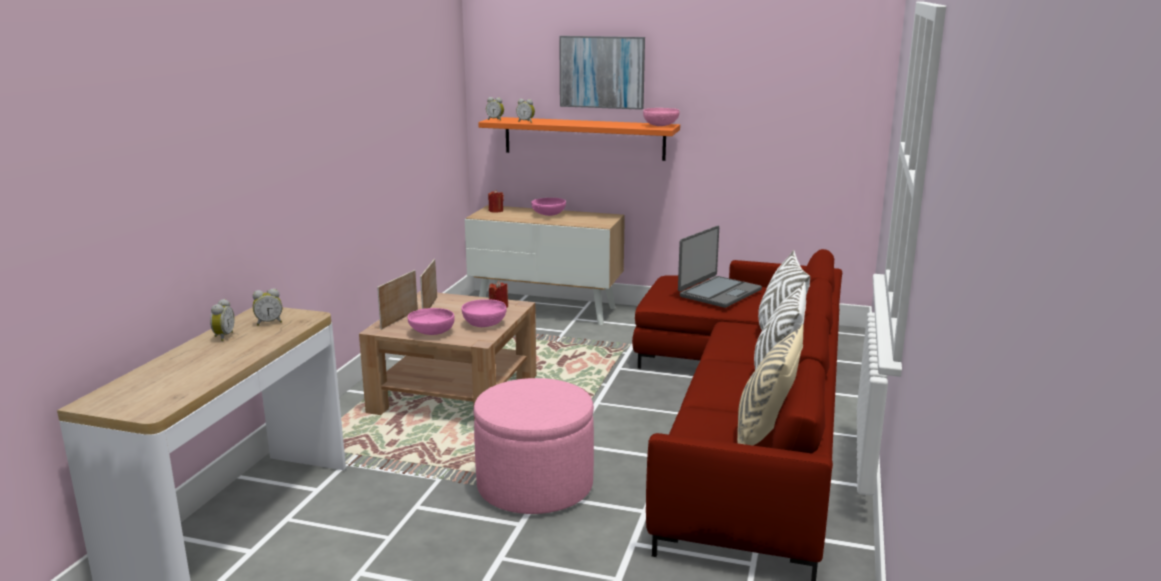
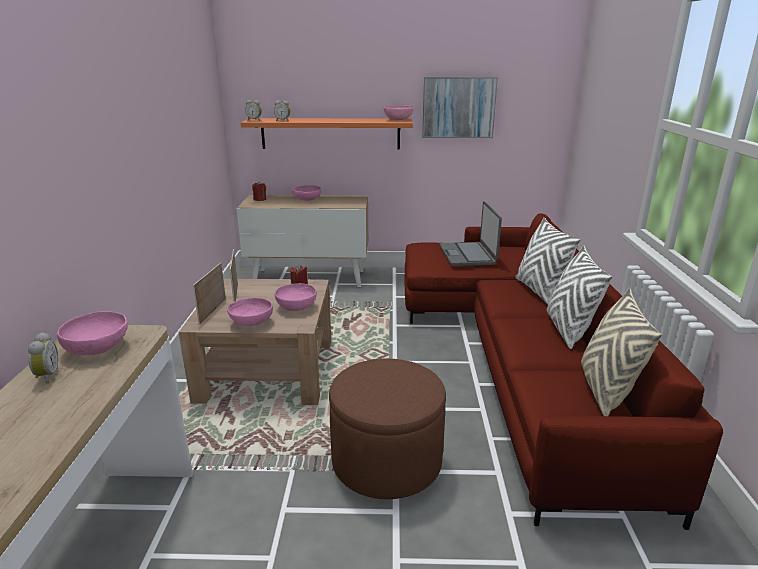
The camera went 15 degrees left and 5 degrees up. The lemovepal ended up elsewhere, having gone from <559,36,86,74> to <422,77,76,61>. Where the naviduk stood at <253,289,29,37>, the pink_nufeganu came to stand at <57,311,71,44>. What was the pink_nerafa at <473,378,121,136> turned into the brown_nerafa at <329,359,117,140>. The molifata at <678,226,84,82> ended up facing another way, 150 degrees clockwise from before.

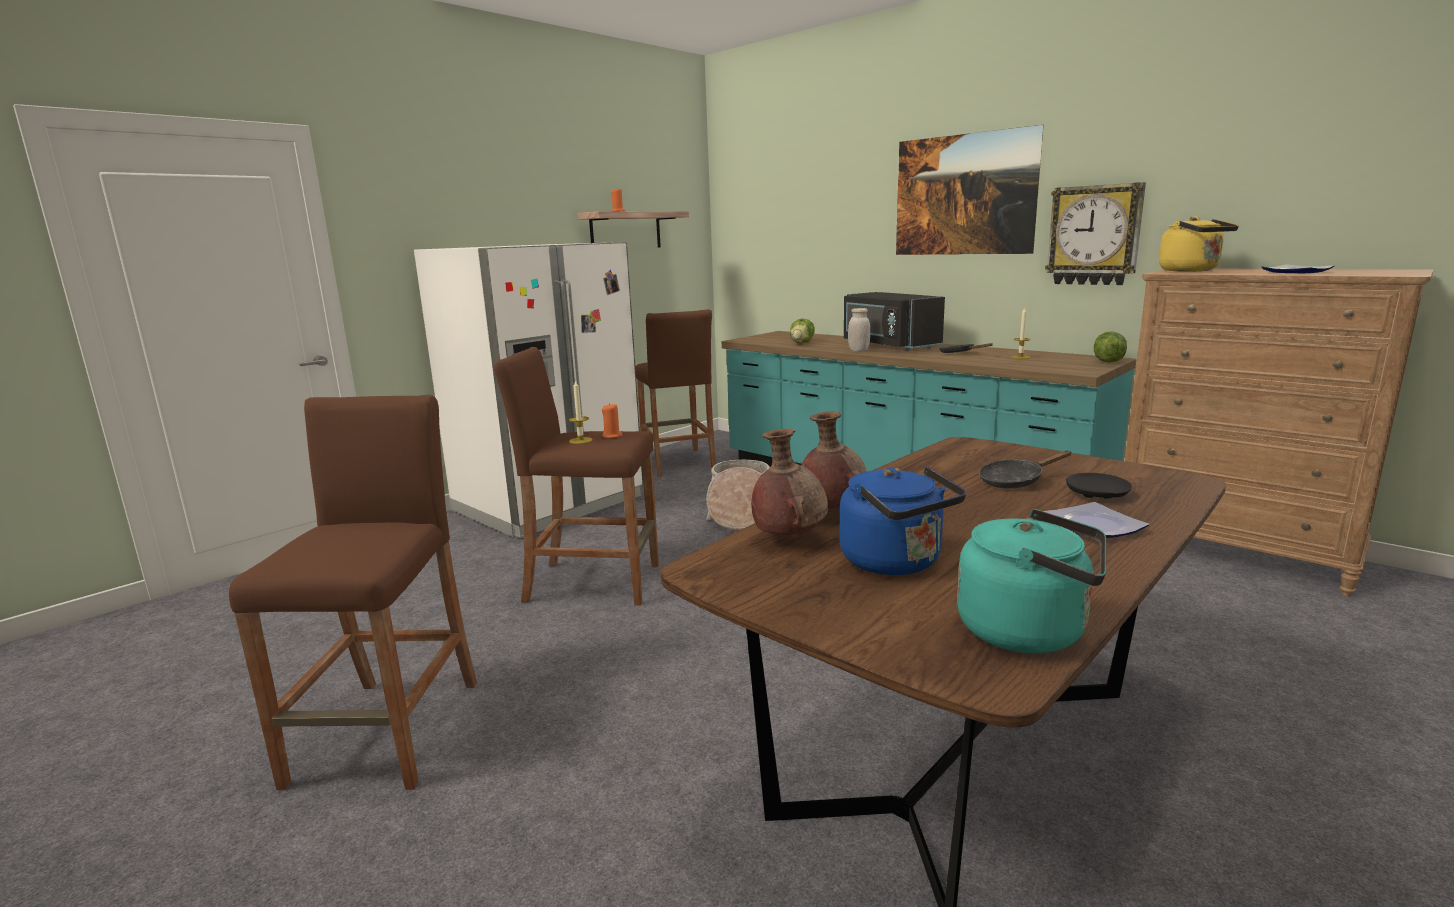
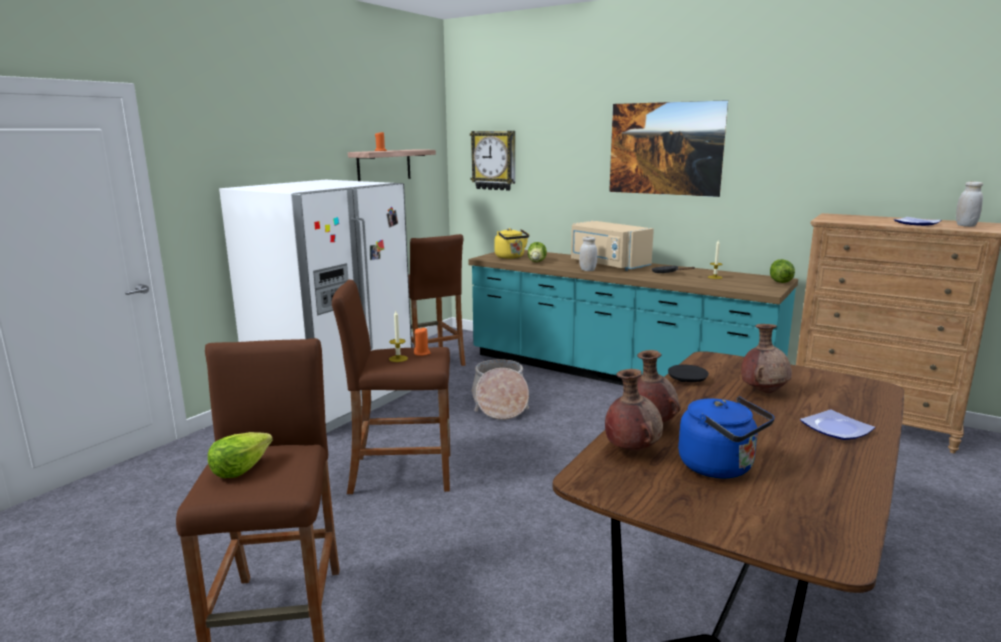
The camera went 10 degrees left and 0 degrees up. The second view lost the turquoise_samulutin at <957,509,149,145>. The second view gained the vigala at <208,432,65,46>. The second view gained the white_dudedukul at <956,181,27,46>. The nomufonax ended up elsewhere, having gone from <1045,182,101,103> to <470,131,45,60>. The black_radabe ended up elsewhere, having gone from <1066,473,66,26> to <668,365,41,17>. The yellow_samulutin ended up elsewhere, having gone from <1159,216,80,56> to <494,228,35,31>. Where the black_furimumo stood at <979,450,93,39>, the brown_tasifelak came to stand at <741,324,51,69>. What was the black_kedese at <844,292,101,59> turned into the beige_kedese at <571,221,83,50>.

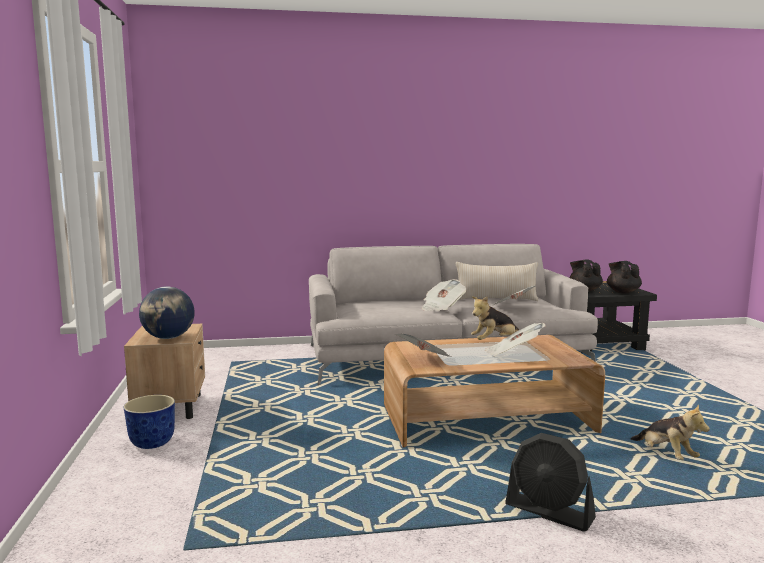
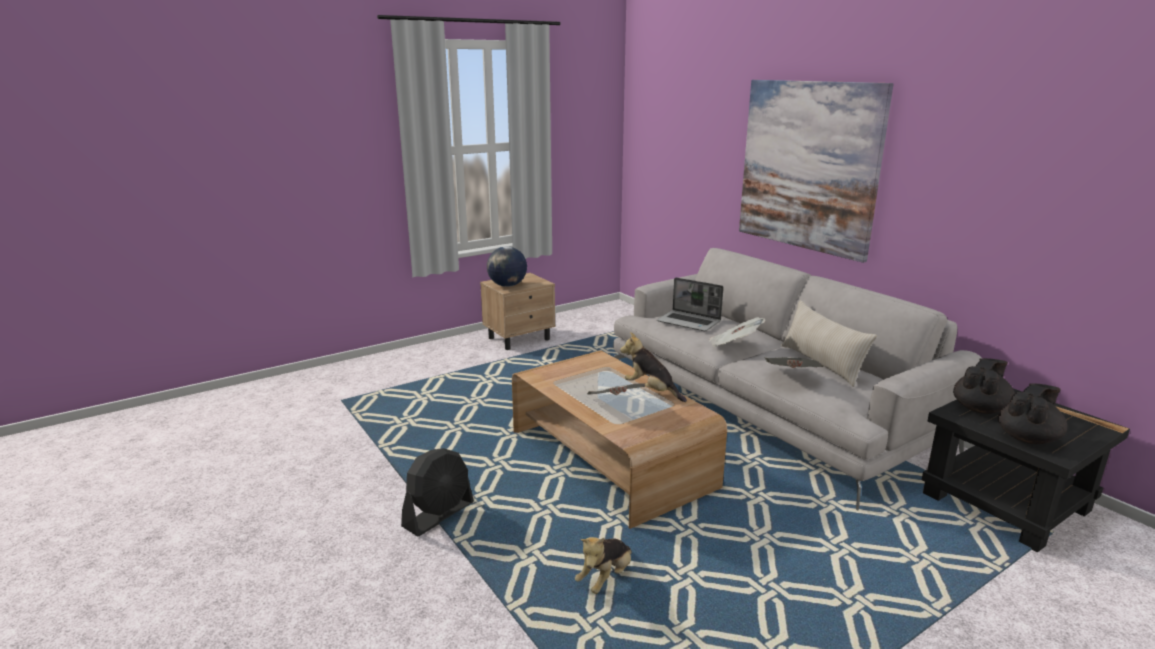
The camera went 65 degrees right and 10 degrees up. The second view lost the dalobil at <124,395,51,54>. The second view lost the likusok at <394,334,55,22>. The second view gained the molifata at <657,277,67,54>. The second view gained the lemovepal at <739,80,155,183>. The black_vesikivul at <505,433,91,98> ended up facing another way, 150 degrees counterclockwise from before.

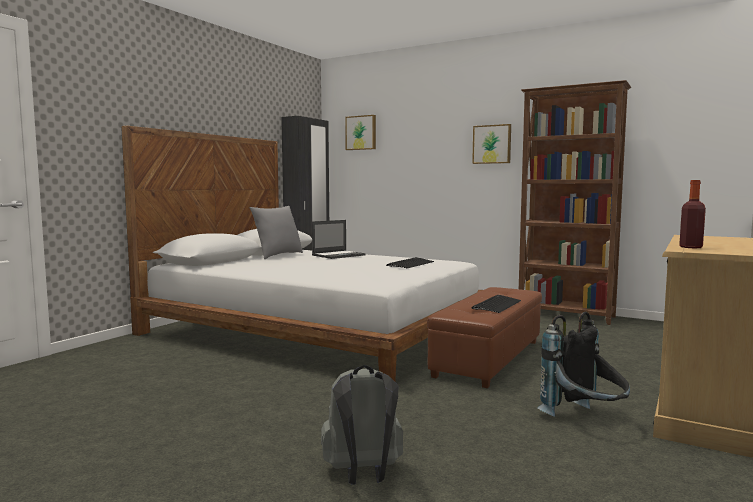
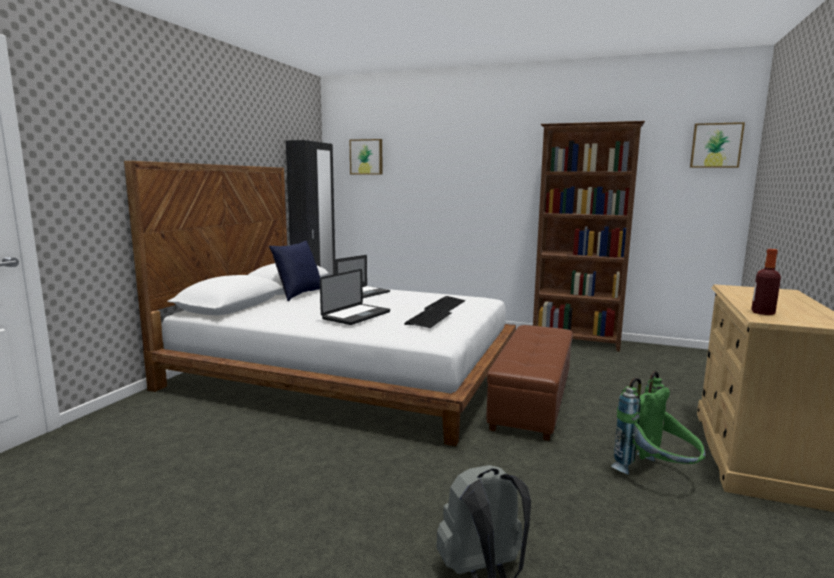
The camera went 10 degrees left and 5 degrees up. The second view gained the molifata at <320,269,70,56>. The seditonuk ended up elsewhere, having gone from <471,295,50,18> to <404,308,47,20>. The lemovepal ended up elsewhere, having gone from <472,124,39,40> to <690,122,55,46>. What was the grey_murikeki at <249,206,54,53> turned into the blue_murikeki at <269,241,51,60>. What was the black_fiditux at <537,311,93,106> turned into the green_fiditux at <611,371,95,104>.

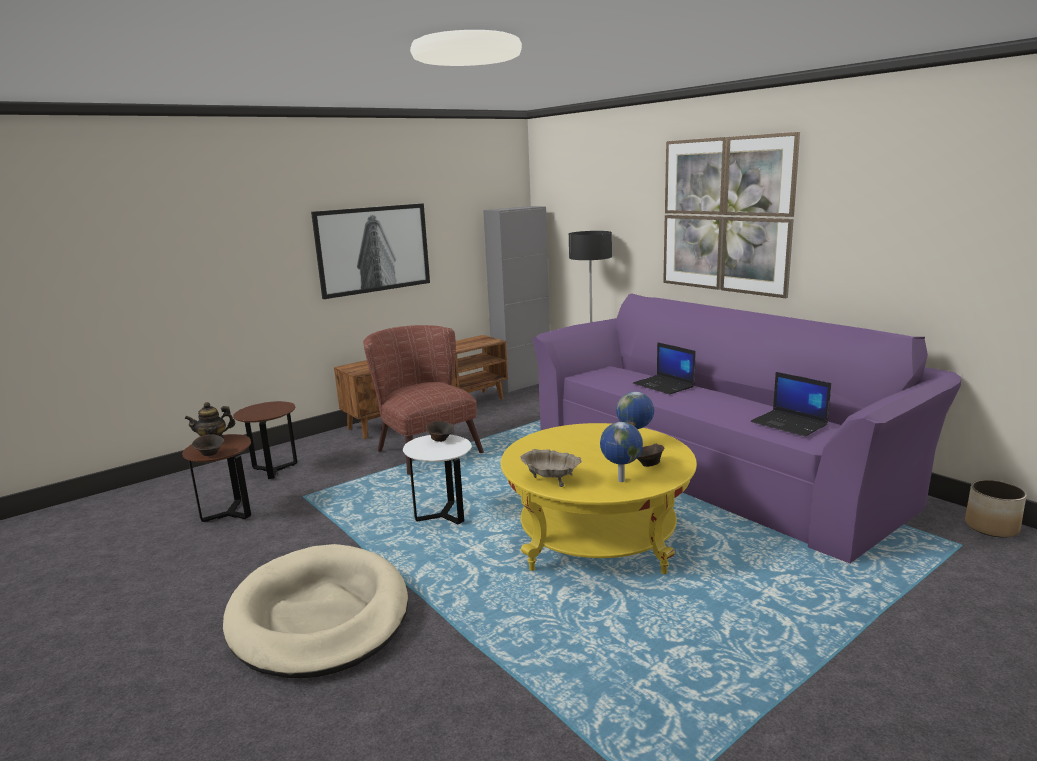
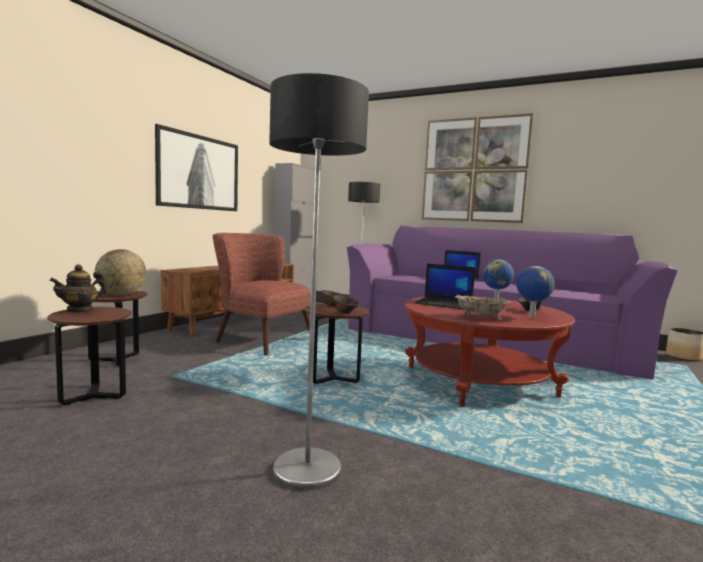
The camera went 25 degrees left and 10 degrees down. The second view gained the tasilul at <95,249,52,46>. The brown_nufeganu ended up elsewhere, having gone from <191,434,34,22> to <333,295,27,19>. The molifata ended up elsewhere, having gone from <751,372,80,65> to <414,264,61,46>. Where the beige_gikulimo stood at <223,544,185,134>, the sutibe came to stand at <269,73,100,417>. What was the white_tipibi at <403,435,69,89> turned into the brown_tipibi at <304,304,65,80>. What was the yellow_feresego at <501,423,196,151> turned into the red_feresego at <404,297,171,110>.

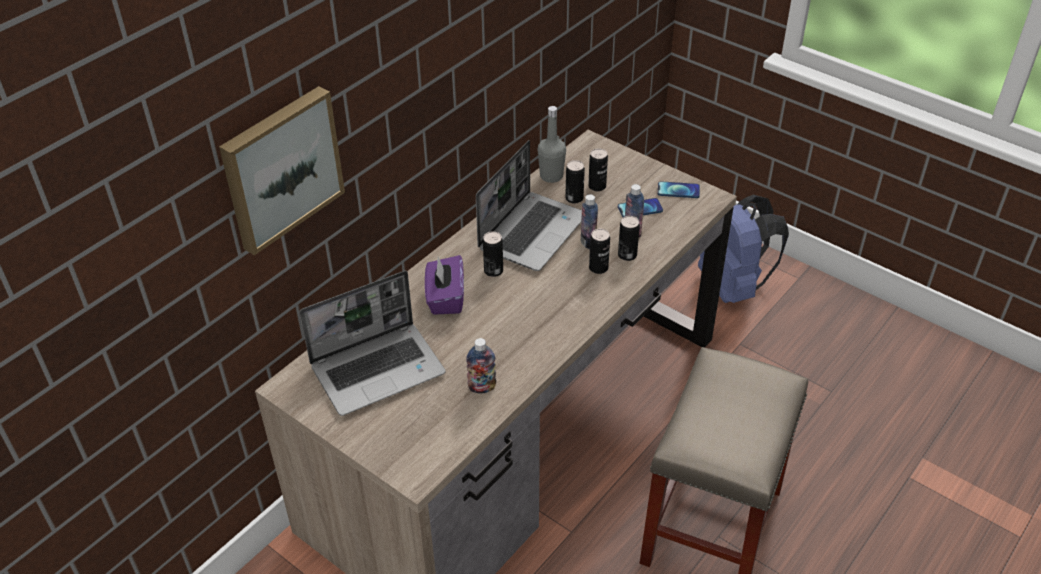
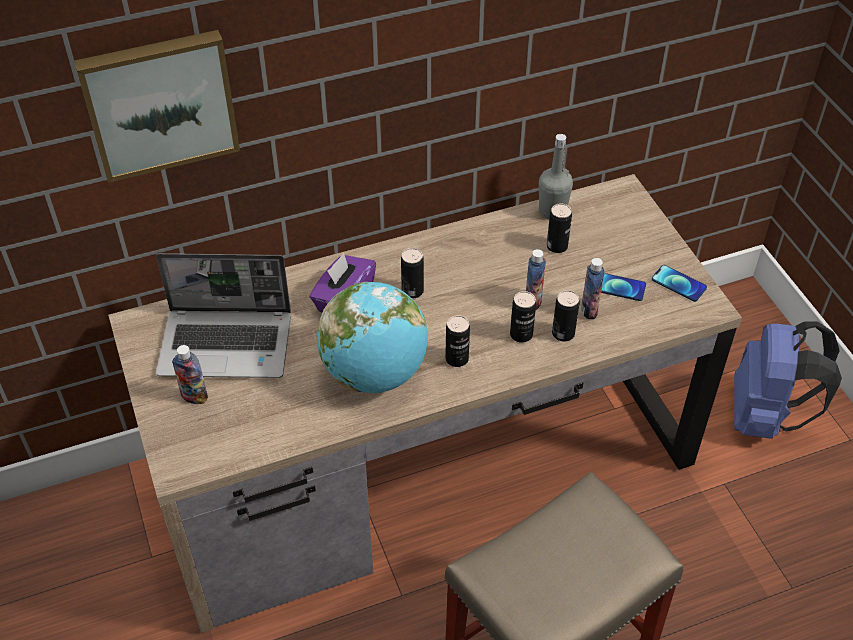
The camera went 30 degrees right and 5 degrees up. The second view lost the molifata at <476,140,106,131>. The second view gained the tasilul at <317,282,111,111>. The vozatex ended up elsewhere, having gone from <466,338,30,55> to <172,345,36,59>. The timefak ended up elsewhere, having gone from <588,148,20,43> to <445,315,25,52>.

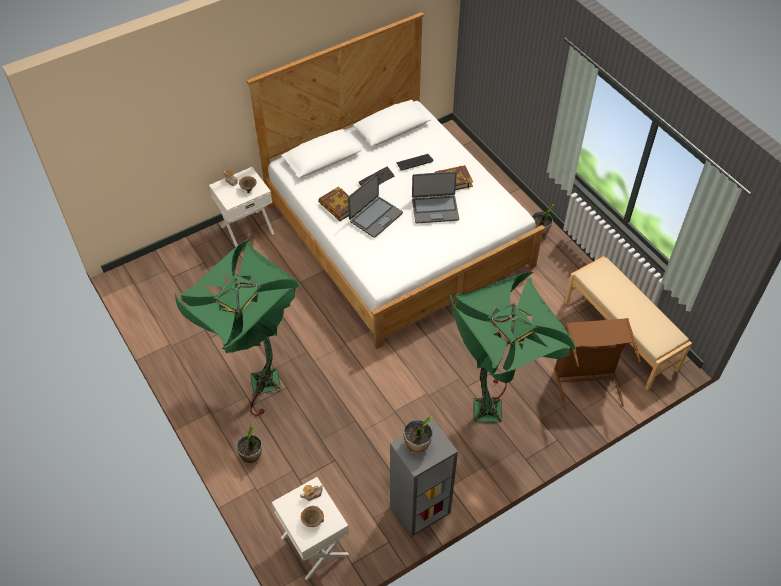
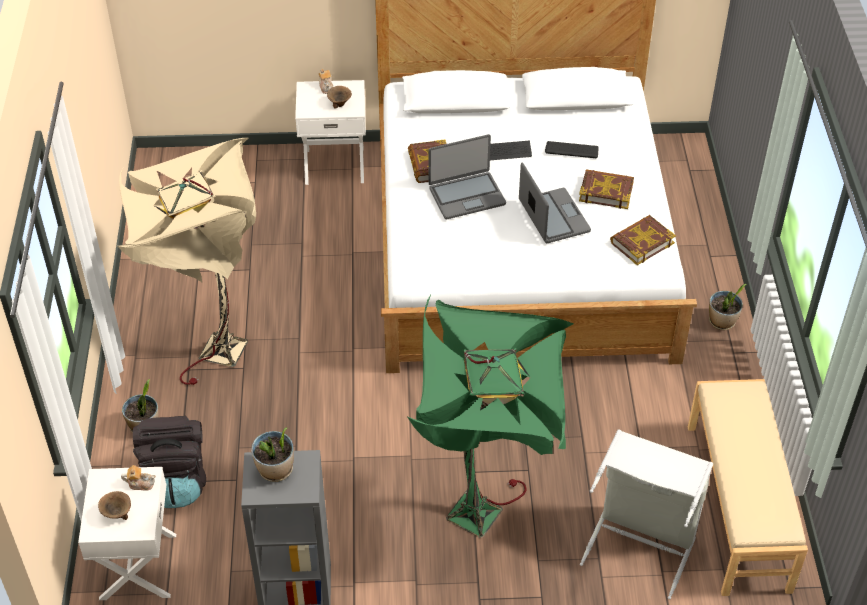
The camera went 30 degrees right and 5 degrees down. The second view gained the black_fiditux at <133,416,73,92>. The second view gained the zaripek at <610,215,66,50>. What was the green_sutibe at <175,238,126,178> turned into the beige_sutibe at <118,138,138,247>. What was the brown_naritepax at <554,318,87,93> turned into the grey_naritepax at <580,429,133,170>. The molifata at <412,172,47,52> ended up facing another way, 135 degrees counterclockwise from before.

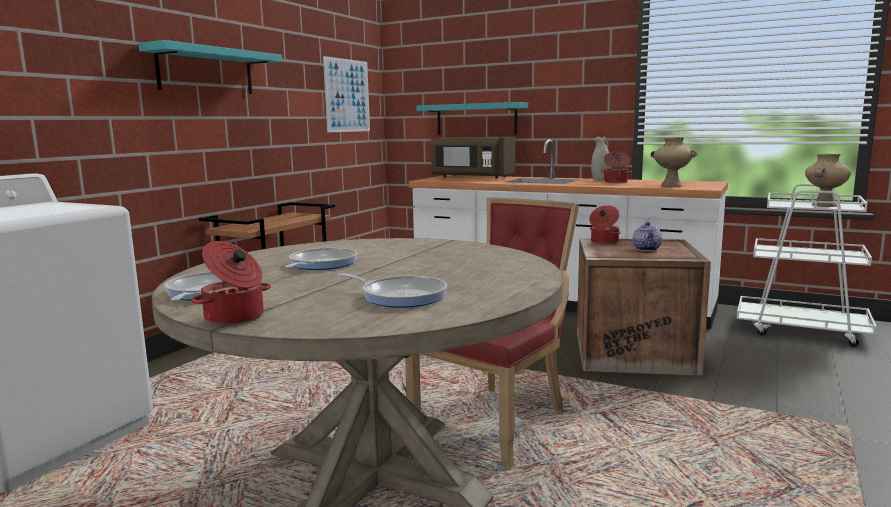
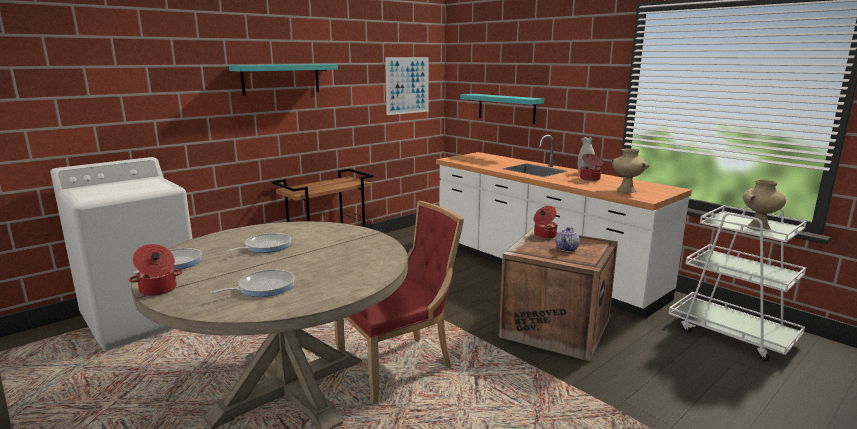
The camera went 20 degrees right and 5 degrees up. The second view lost the brown_kedese at <431,137,84,42>. The furimumo at <338,273,109,35> ended up facing another way, 90 degrees counterclockwise from before.

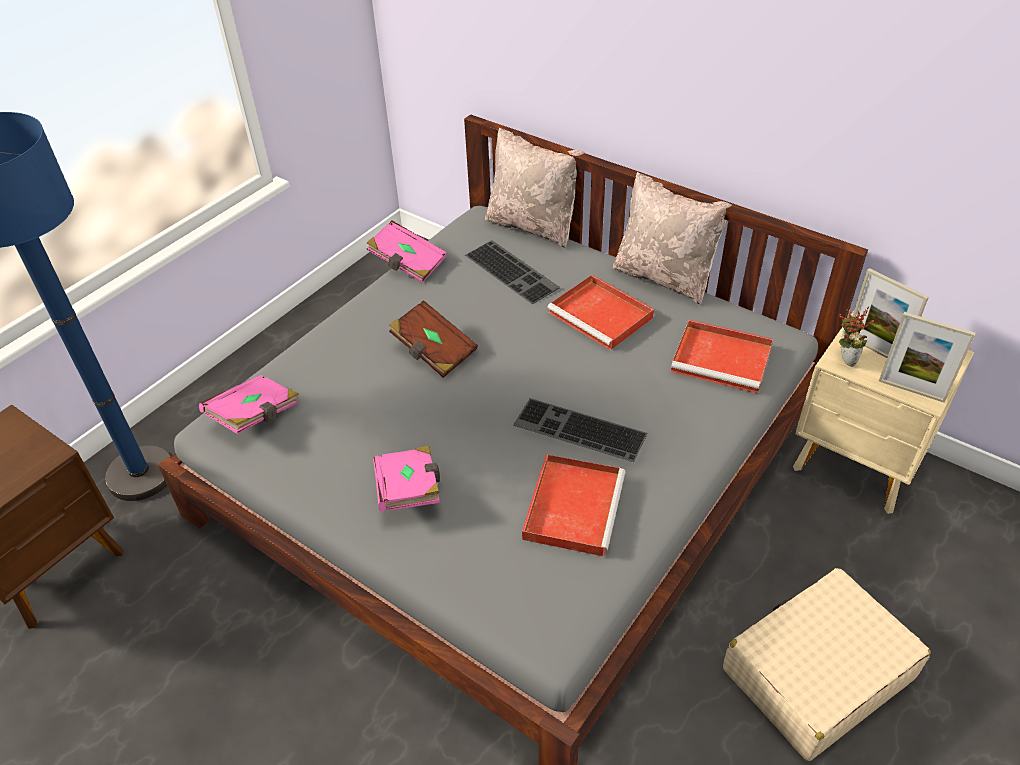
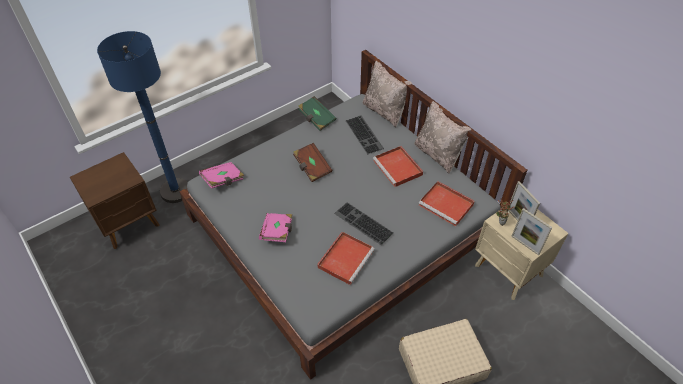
The camera went 15 degrees right and 5 degrees up. What was the pink_zaripek at <367,220,80,63> turned into the green_zaripek at <298,96,38,35>.

